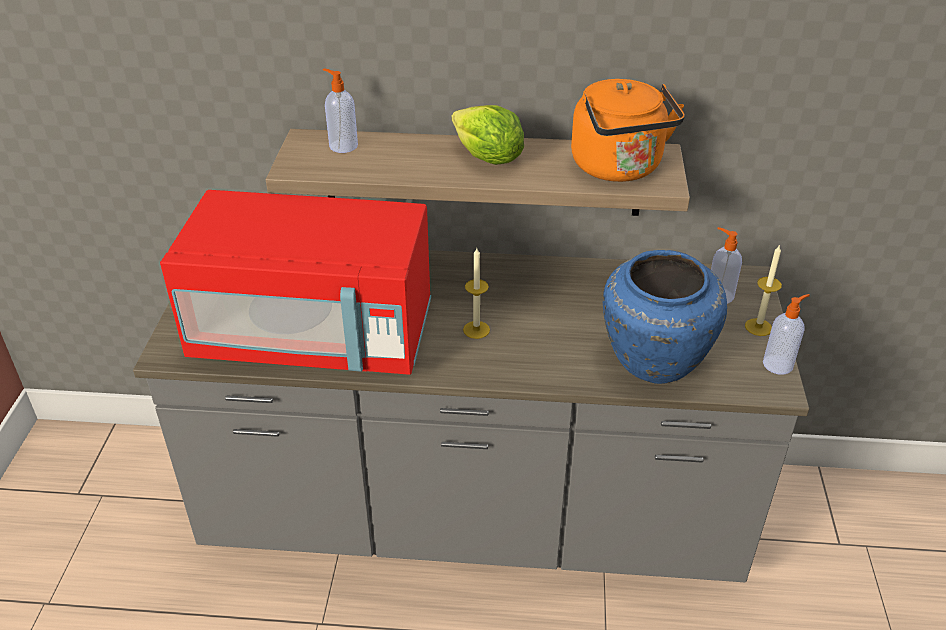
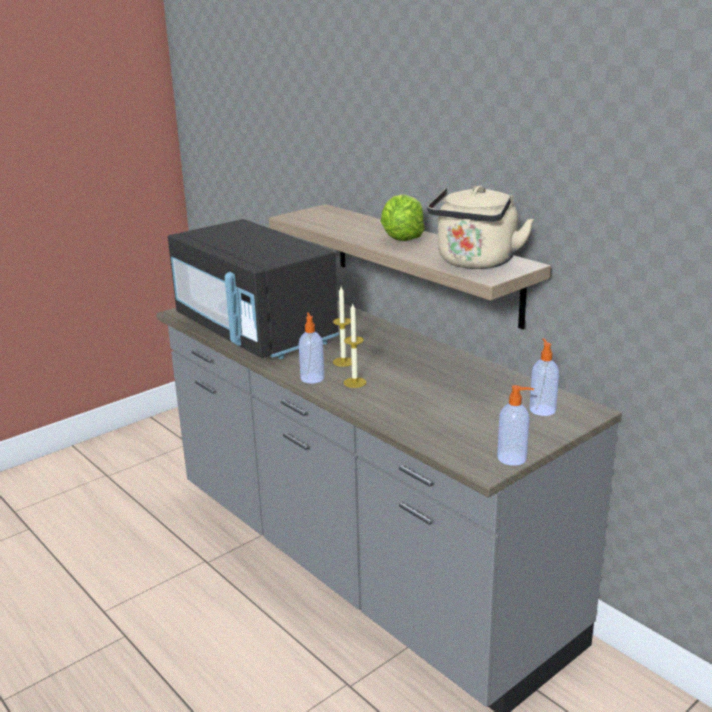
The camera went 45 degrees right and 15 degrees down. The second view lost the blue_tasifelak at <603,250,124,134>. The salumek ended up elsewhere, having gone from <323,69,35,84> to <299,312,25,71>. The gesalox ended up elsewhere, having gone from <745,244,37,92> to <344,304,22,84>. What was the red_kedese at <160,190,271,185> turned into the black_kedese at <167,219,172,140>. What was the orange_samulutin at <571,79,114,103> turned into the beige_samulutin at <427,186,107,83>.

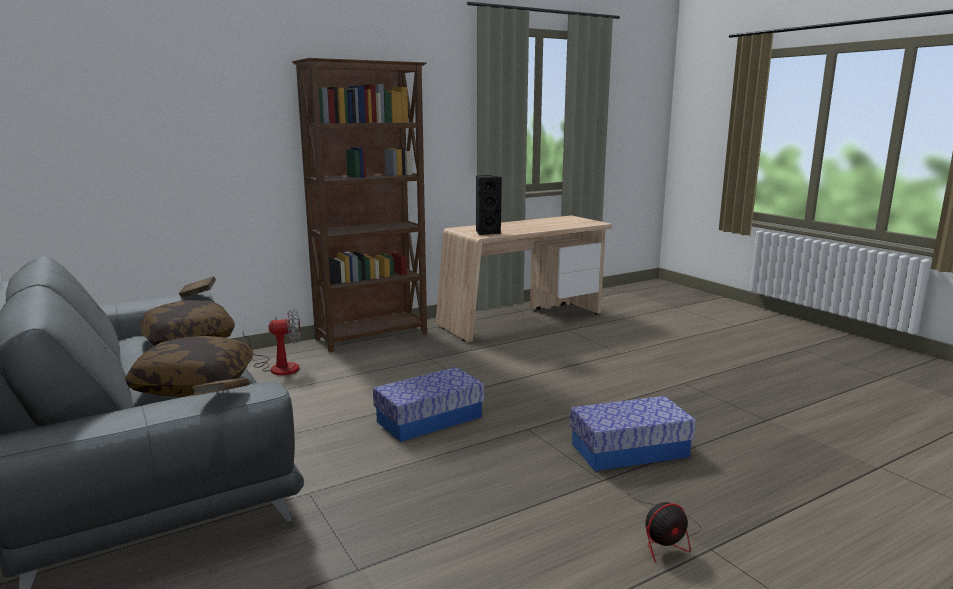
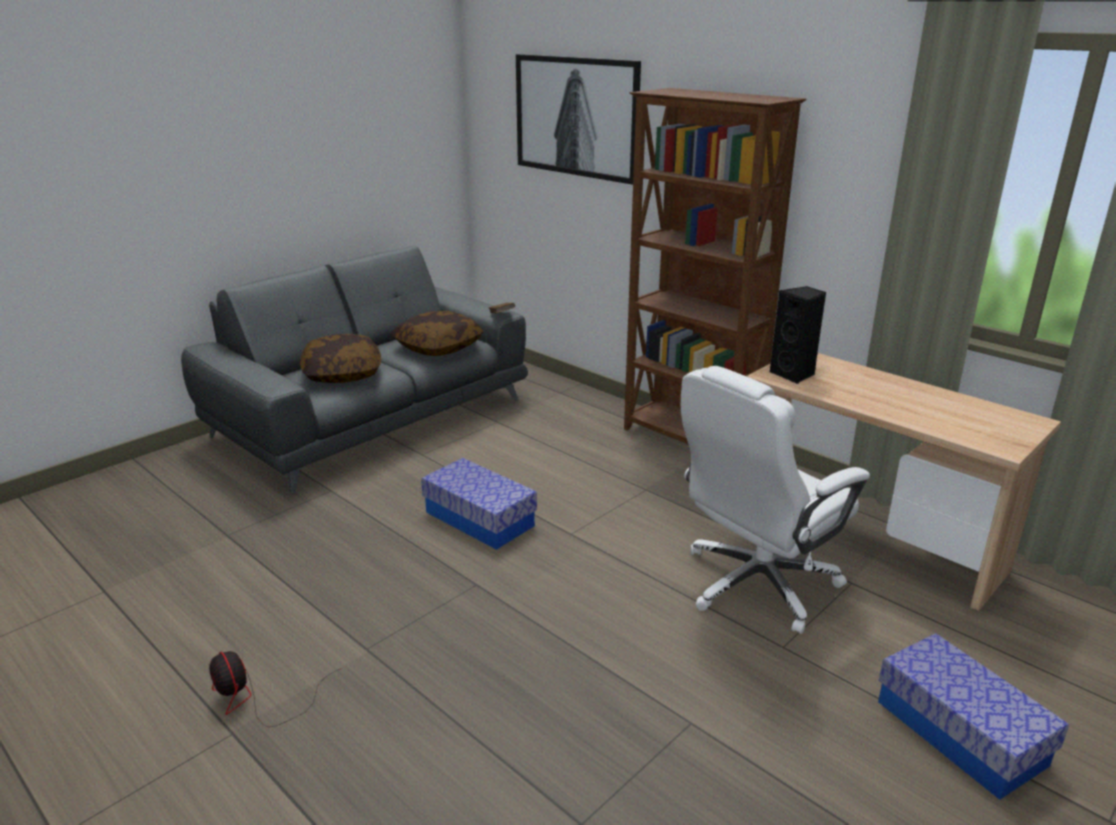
The camera went 75 degrees right and 10 degrees up. The second view lost the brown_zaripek at <191,378,58,18>. The second view lost the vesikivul at <243,309,57,66>. The second view gained the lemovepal at <516,54,125,131>. The second view gained the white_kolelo at <681,366,189,268>. The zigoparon ended up elsewhere, having gone from <570,396,126,75> to <878,633,191,167>.

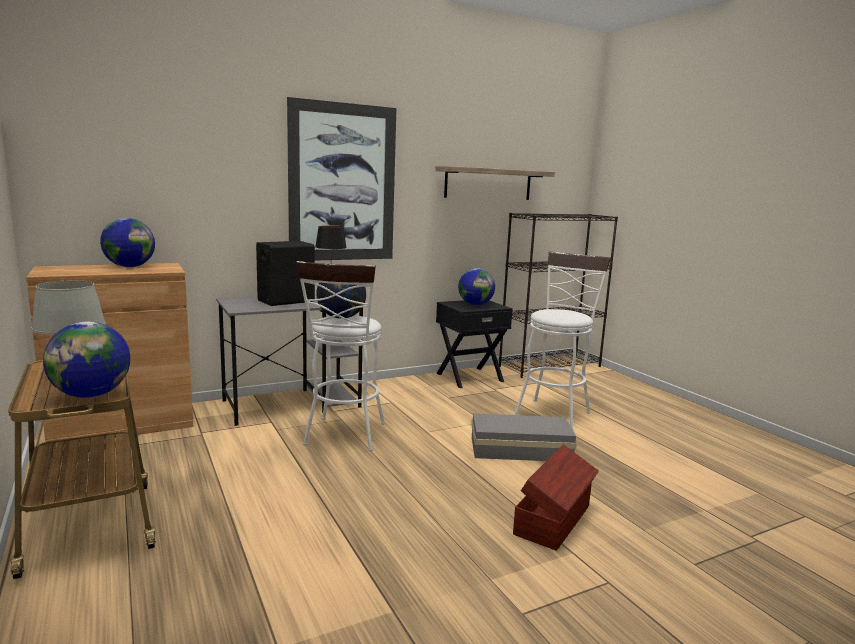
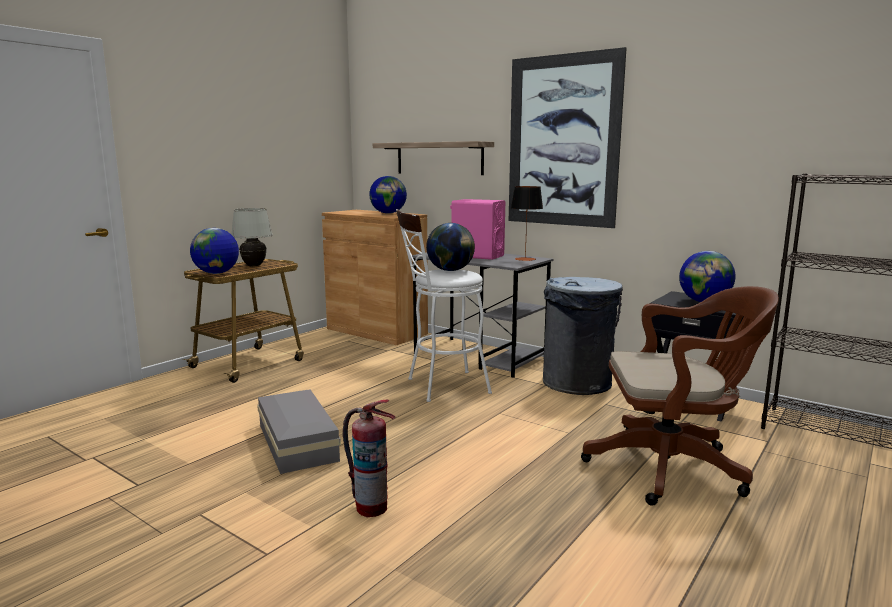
The camera went 65 degrees right and 0 degrees up. The second view gained the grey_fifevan at <543,277,80,118>. The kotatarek ended up elsewhere, having gone from <435,166,120,34> to <373,141,121,34>. The grey_zigoparon ended up elsewhere, having gone from <471,413,106,48> to <257,389,84,85>. Where the brown_zigoparon stood at <513,445,86,106>, the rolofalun came to stand at <343,400,53,117>. Where the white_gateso stood at <514,251,97,180>, the brown_kolelo came to stand at <581,286,198,220>. What was the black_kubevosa at <256,241,59,65> turned into the pink_kubevosa at <450,199,55,61>.

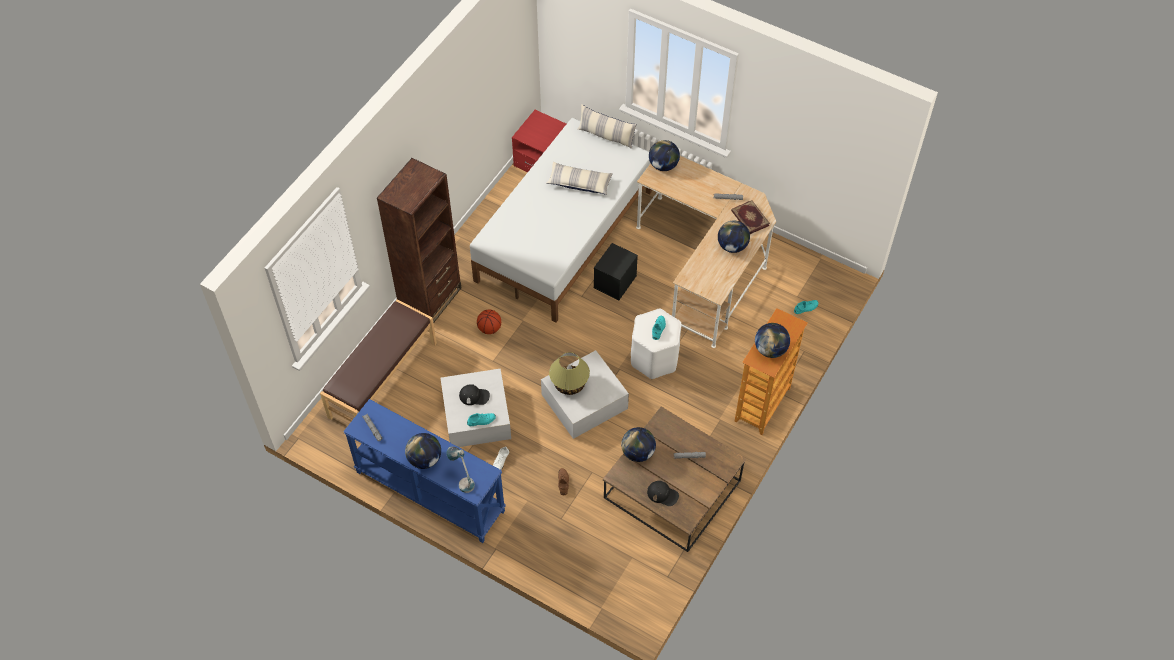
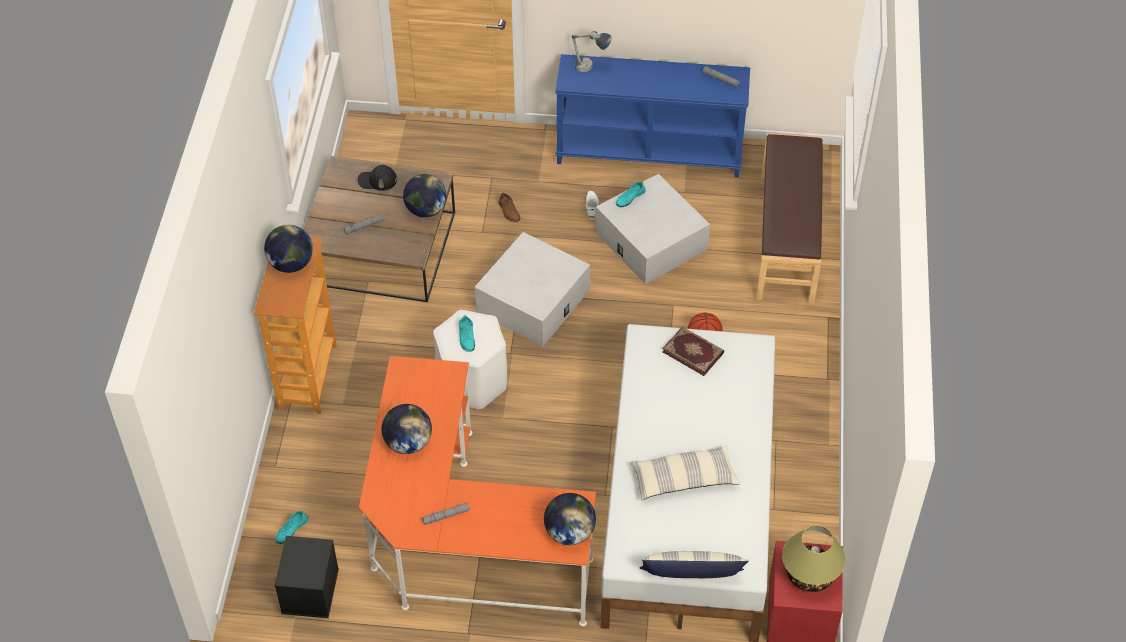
The camera went 155 degrees right and 5 degrees down. The second view lost the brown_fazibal at <377,158,84,165>. The second view lost the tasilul at <405,433,36,36>. The second view lost the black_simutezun at <459,384,31,21>. The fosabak ended up elsewhere, having gone from <549,352,41,43> to <782,526,64,66>. The black_zigoparon ended up elsewhere, having gone from <594,243,44,57> to <274,536,65,82>. The zaripek ended up elsewhere, having gone from <731,200,39,34> to <663,327,61,49>. What was the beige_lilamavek at <636,156,140,192> turned into the orange_lilamavek at <359,356,237,270>.

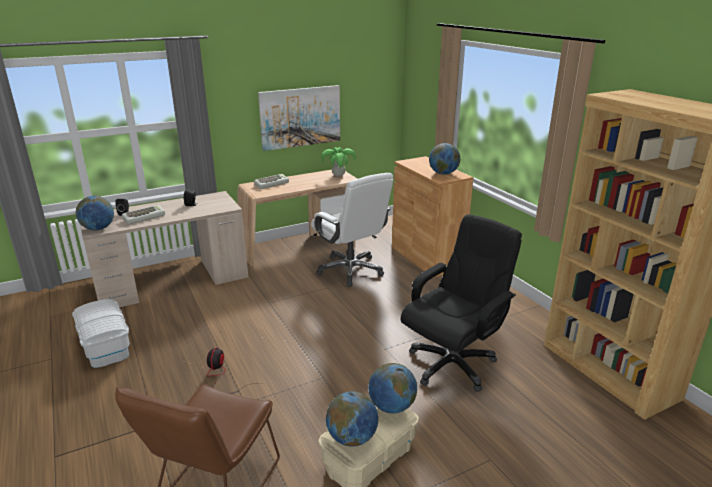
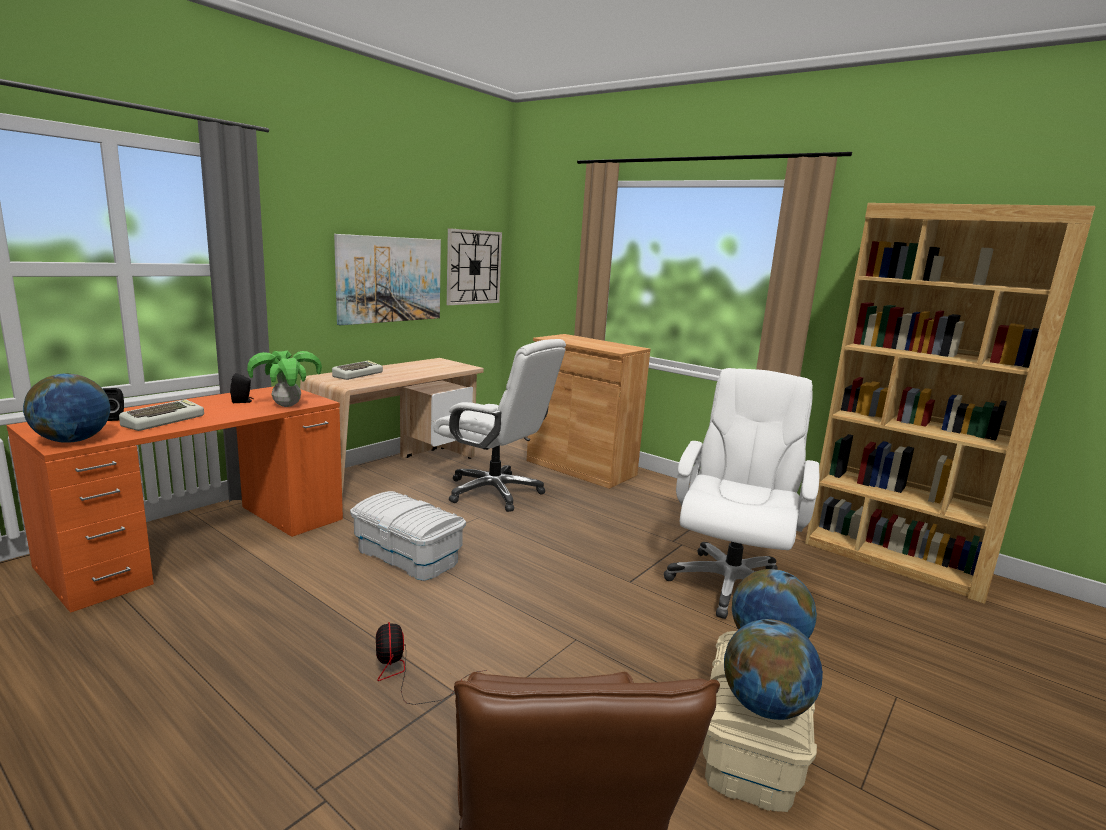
The camera went 25 degrees left and 10 degrees down. The second view lost the tasilul at <429,143,31,32>. The second view gained the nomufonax at <447,228,55,77>. The white_zigoparon ended up elsewhere, having gone from <72,299,58,69> to <350,491,116,90>. The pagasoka ended up elsewhere, having gone from <321,147,35,30> to <247,350,75,57>. What was the beige_lilamavek at <80,191,168,116> turned into the orange_lilamavek at <6,386,337,227>. What was the black_kolelo at <400,214,122,178> turned into the white_kolelo at <664,368,155,251>.

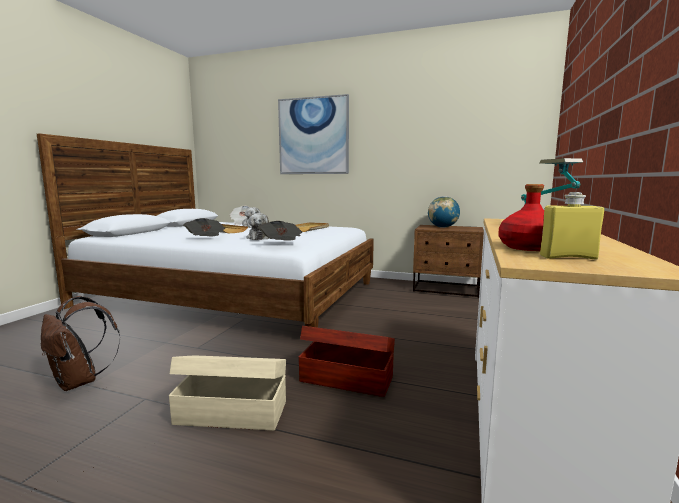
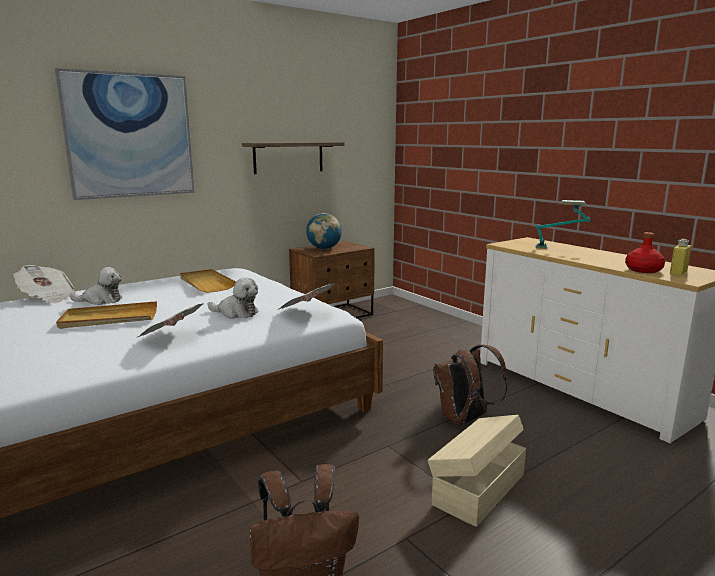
The camera went 55 degrees left and 5 degrees up. The second view gained the kotatarek at <242,142,102,32>. Where the brown_zigoparon stood at <299,326,96,71>, the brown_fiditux came to stand at <433,344,75,81>.

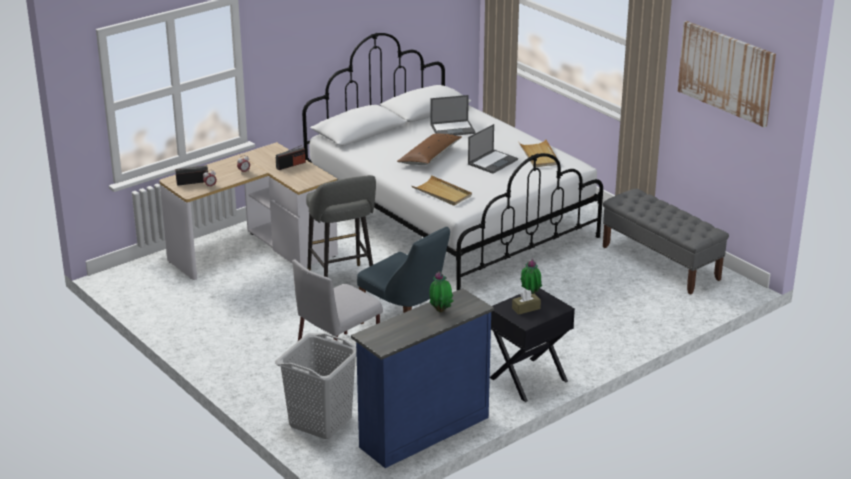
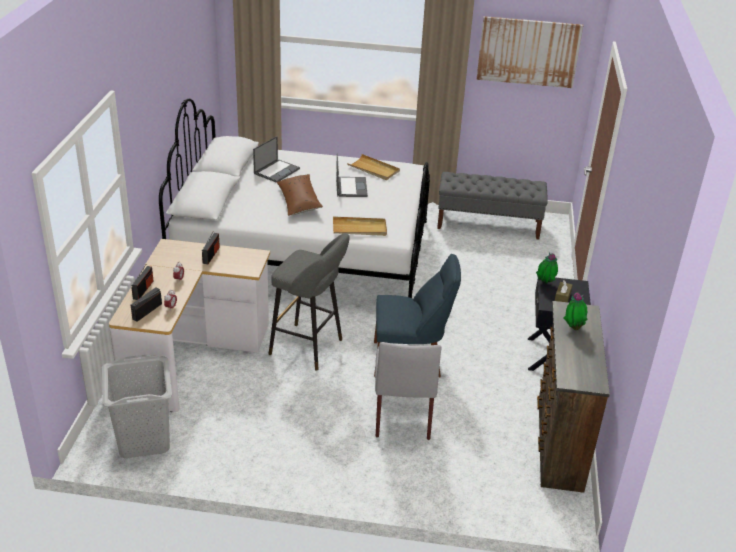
The camera went 45 degrees left and 5 degrees up. The second view gained the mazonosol at <131,264,23,36>. The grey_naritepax ended up elsewhere, having gone from <275,333,82,106> to <102,354,70,104>. What was the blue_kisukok at <351,288,143,180> turned into the brown_kisukok at <537,301,73,192>.

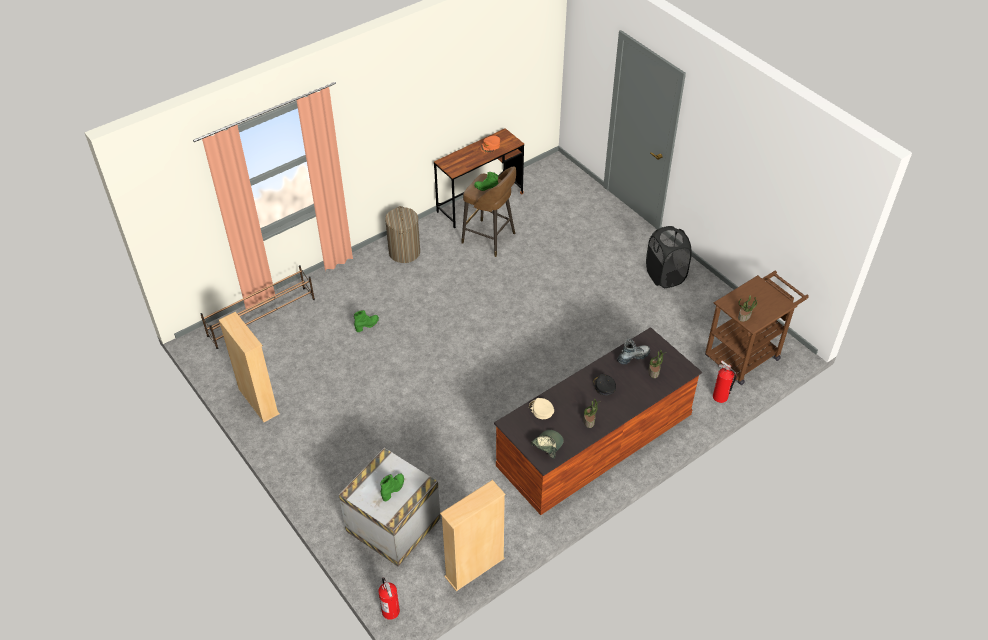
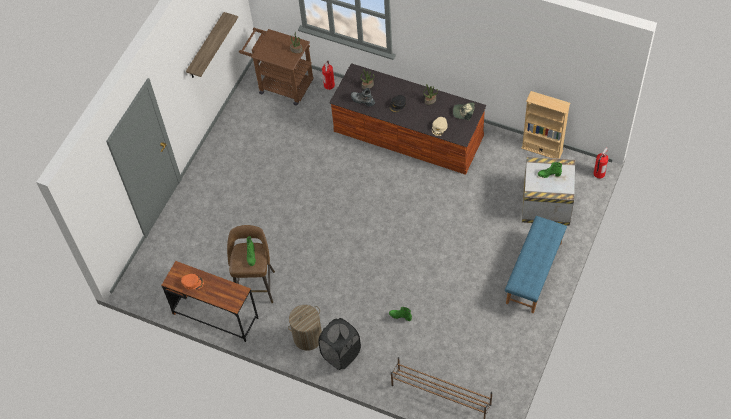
The camera went 115 degrees left and 10 degrees up. The second view lost the beige_fazibal at <219,312,61,110>. The second view gained the kotatarek at <186,12,52,66>. The second view gained the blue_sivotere at <505,216,62,97>. The black_naritepax ended up elsewhere, having gone from <646,226,46,62> to <318,318,43,52>.

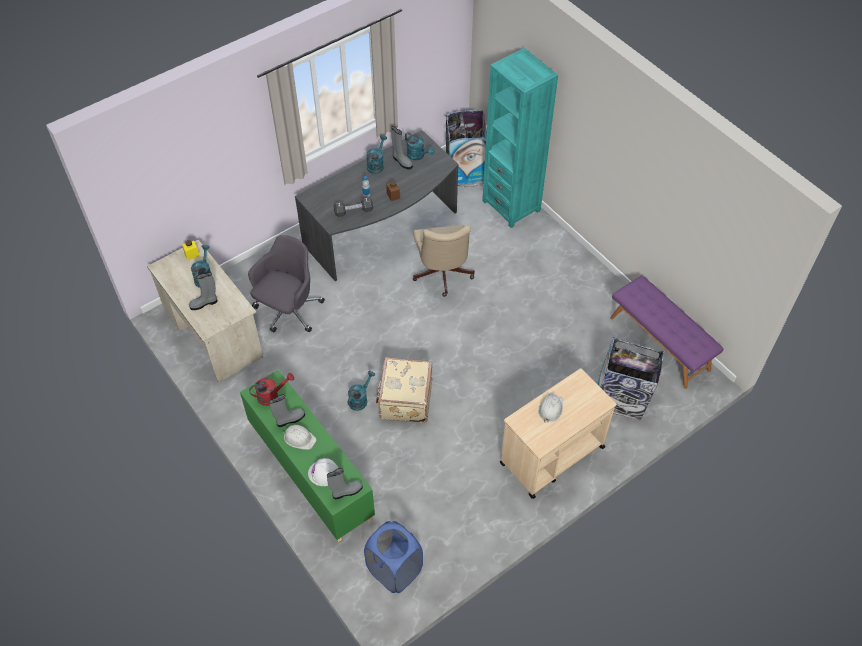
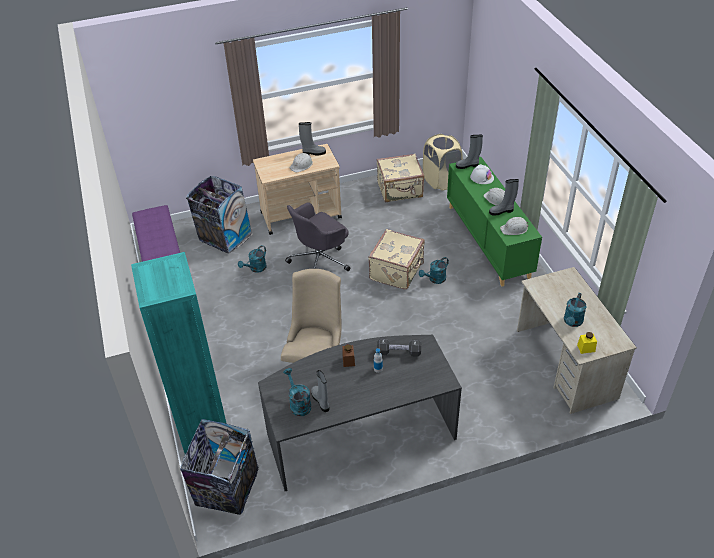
The camera went 160 degrees left and 10 degrees down. The second view gained the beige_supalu at <377,154,47,48>. The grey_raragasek ended up elsewhere, having gone from <189,272,28,38> to <299,122,27,33>. The grey_kolelo ended up elsewhere, having gone from <248,235,77,97> to <285,202,65,69>. The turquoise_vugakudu ended up elsewhere, having gone from <366,135,21,39> to <238,245,29,28>. Where the red_vugakudu stood at <249,373,45,33>, the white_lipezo came to stand at <500,217,29,18>. What was the blue_naritepax at <364,521,59,72> turned into the beige_naritepax at <423,134,40,57>.

